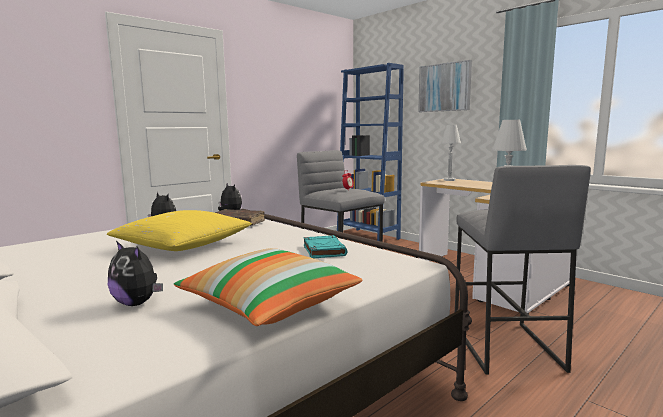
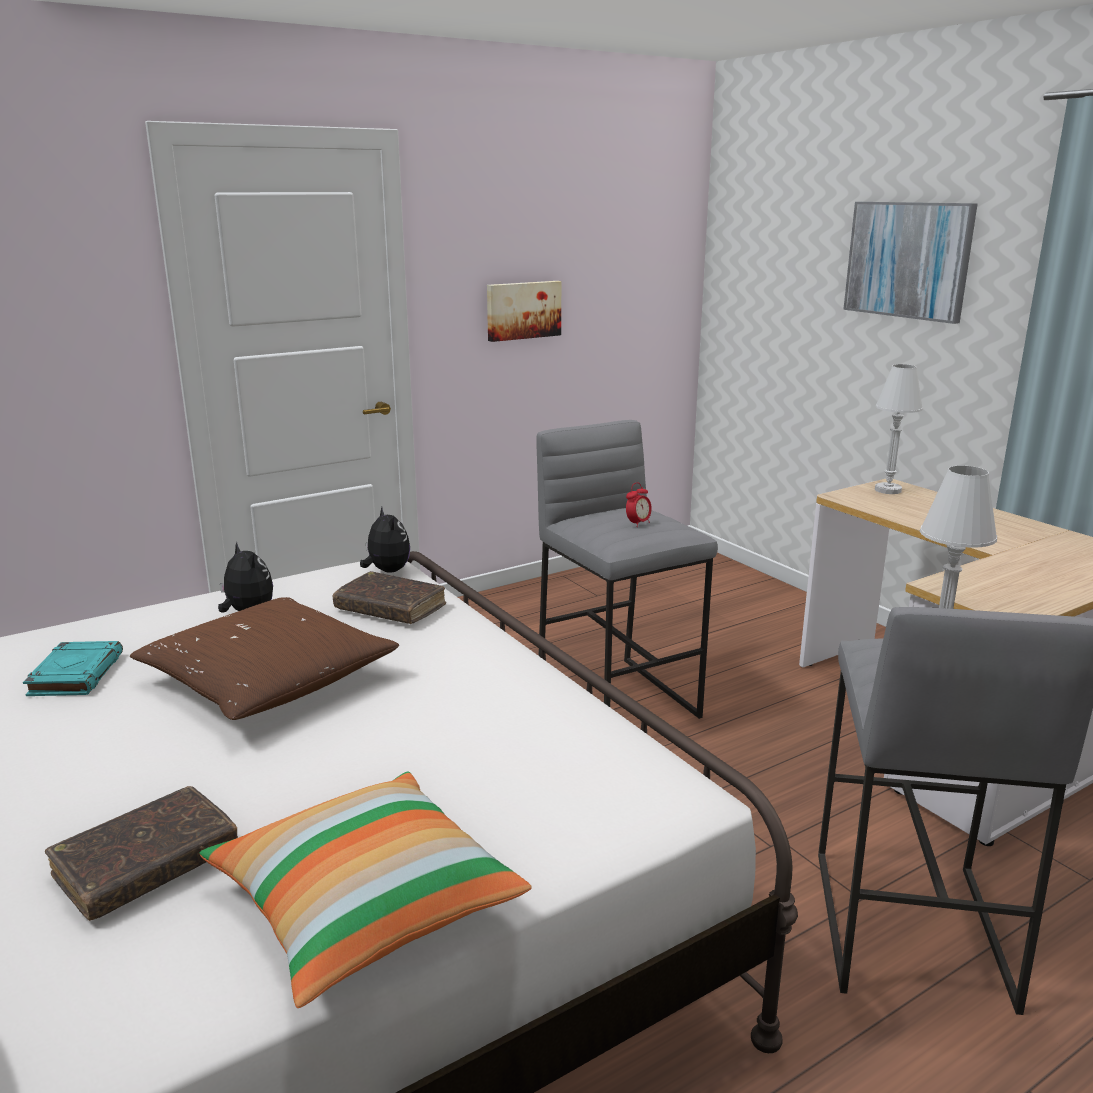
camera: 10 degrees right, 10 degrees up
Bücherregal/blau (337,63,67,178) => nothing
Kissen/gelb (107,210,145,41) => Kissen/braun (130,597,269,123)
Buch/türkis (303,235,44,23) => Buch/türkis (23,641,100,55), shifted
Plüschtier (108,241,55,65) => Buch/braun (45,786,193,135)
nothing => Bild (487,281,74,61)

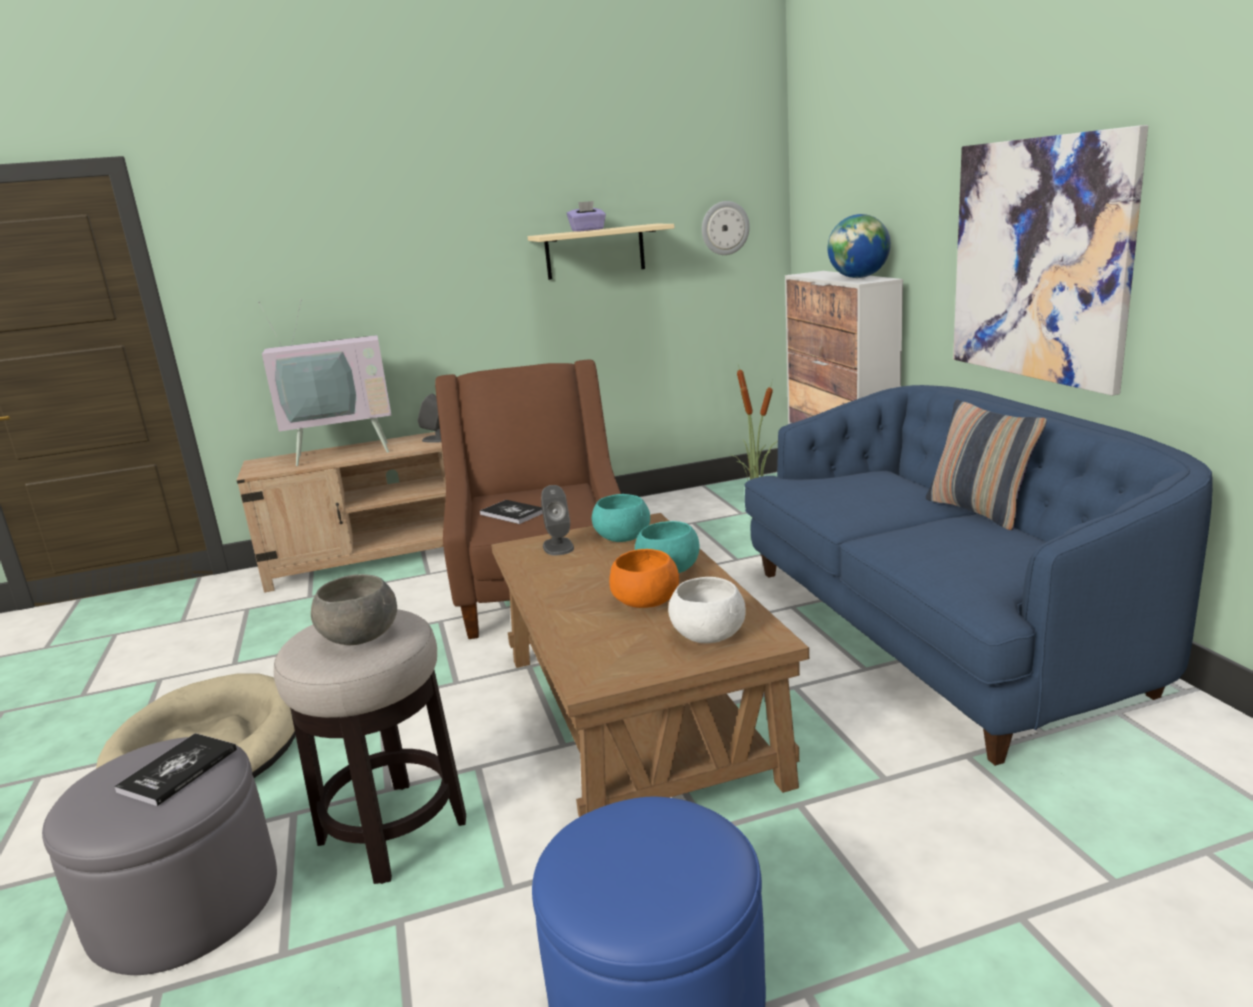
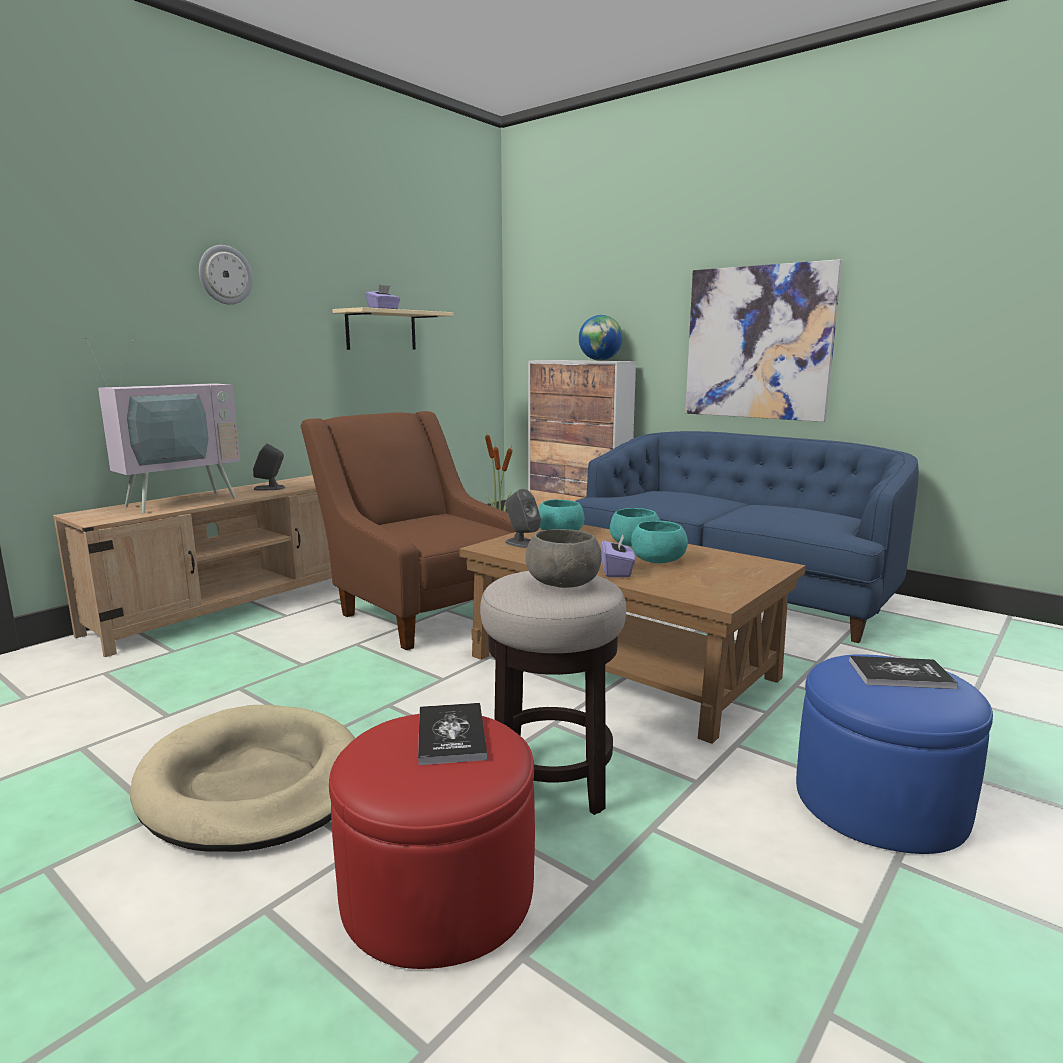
camera: 35 degrees left, 5 degrees down
Wanduhr (702,201,48,54) => Wanduhr (199,245,54,60), shifted
Kissen (926,399,121,131) => nothing
Buch (480,500,63,24) => Buch (849,656,109,33), shifted
Schüssel/orange (609,549,70,59) => Schüssel/türkis (631,521,57,42)
Schüssel/weiß (668,577,78,66) => nothing
Polsterhocker/grau (42,737,235,238) => Polsterhocker/rot (329,714,206,255)
nothing => Taschentuchbox/lila (601,534,34,43)

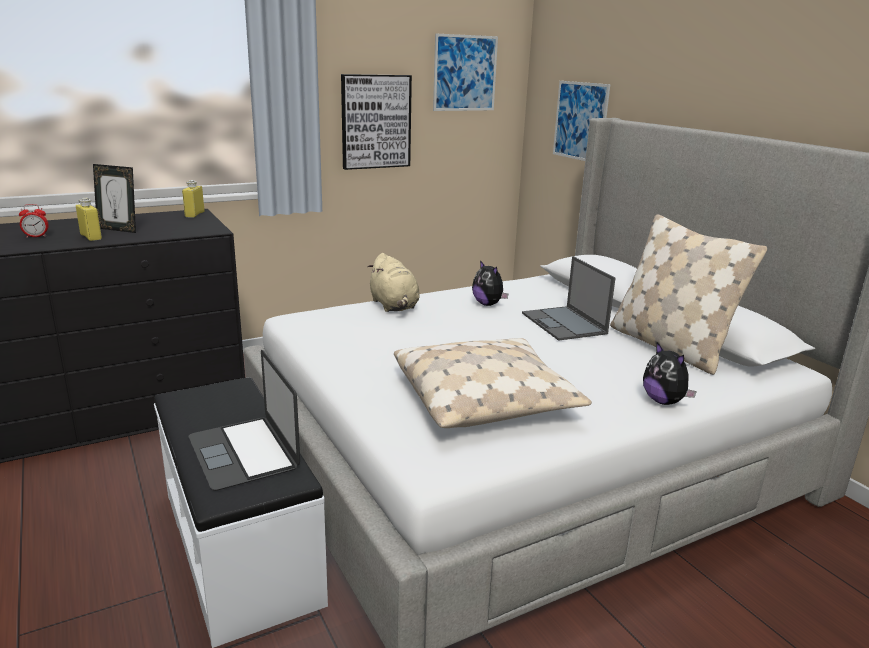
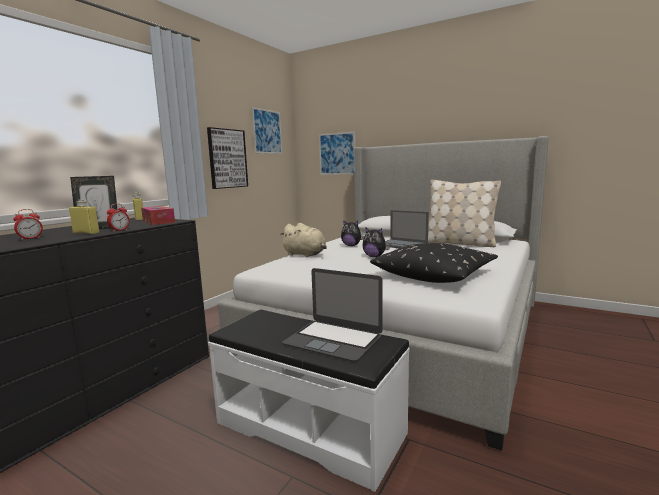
camera: 30 degrees left, 10 degrees down
Kissen/beige (394,338,198,90) => Kissen/schwarz (370,243,128,40)
Plüschtier (643,342,54,63) => Plüschtier (362,228,28,29), shifted
nothing => Wecker (107,204,23,28)
nothing => Taschentuchbox (141,206,34,19)

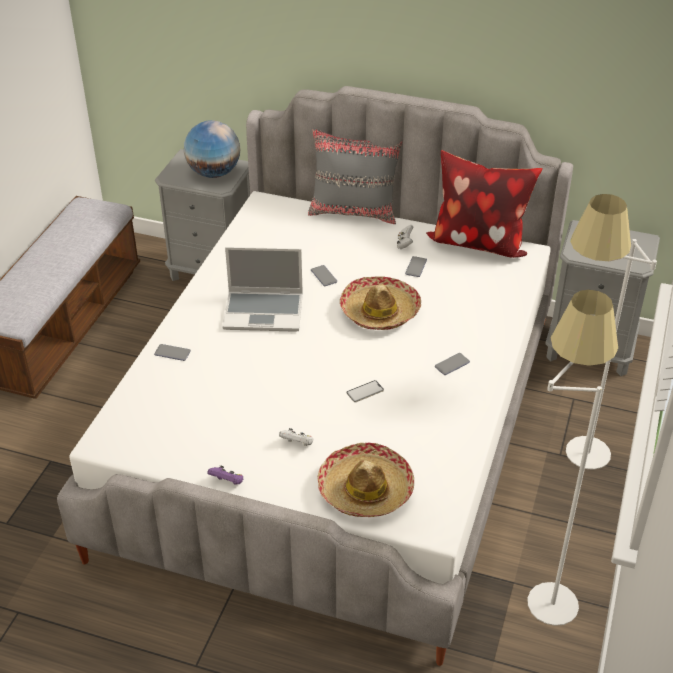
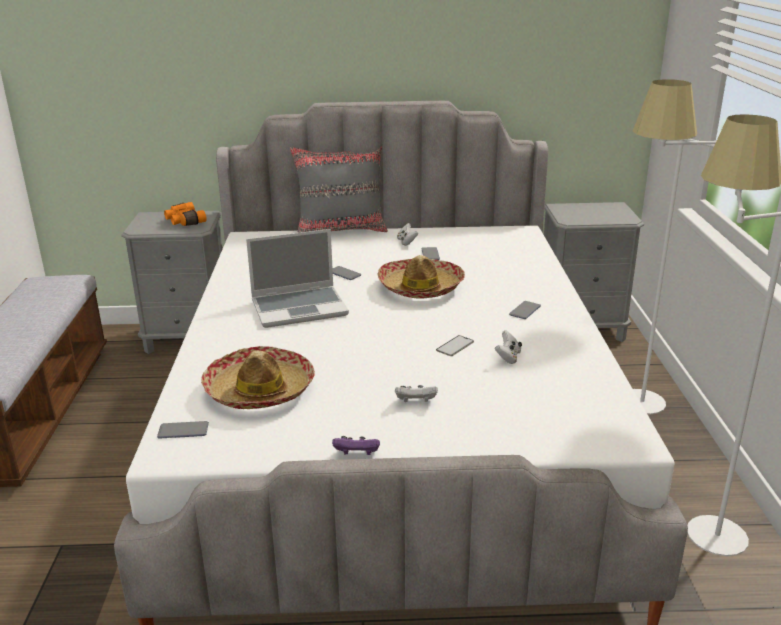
camera: 20 degrees left, 15 degrees down
Globus (184,120,56,58) => Fernglas/orange (164,202,43,24)
Kissen (426,150,117,108) => nothing
Handy (154,344,37,17) => Handy (157,421,52,18), shifted
Hut (317,442,97,75) => Hut (201,346,114,63), shifted
nothing => Gamepad/weiß (495,330,27,34)

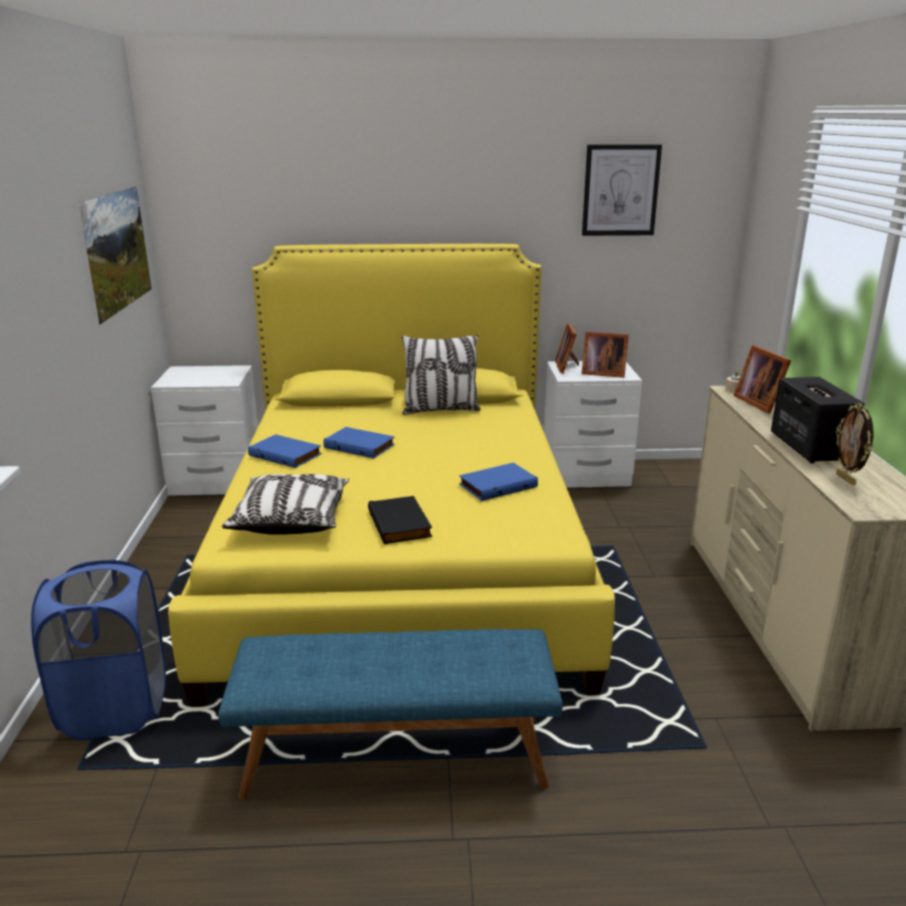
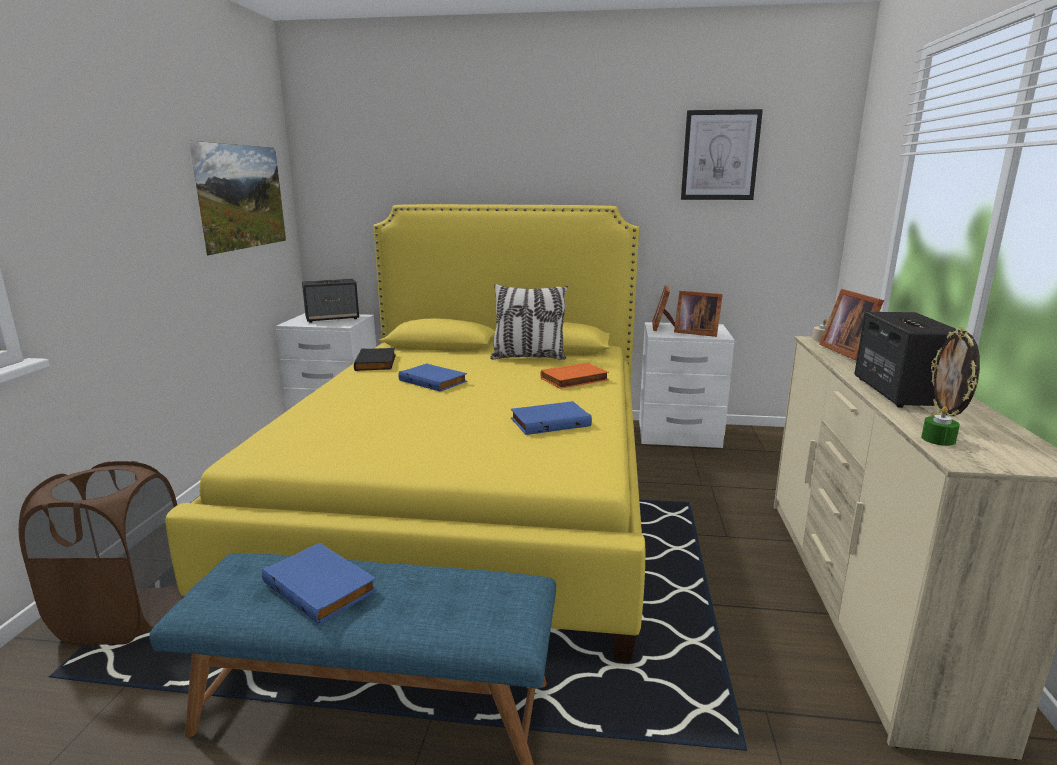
camera: 10 degrees right, 5 degrees down
Buch/blau (248,434,74,34) => Buch/blau (262,543,115,82), shifted
Kissen (222,474,127,61) => nothing
Buch/schwarz (368,496,64,48) => Buch/schwarz (354,348,42,23), shifted
Wäschekorb/blau (31,559,135,181) => Wäschekorb/braun (19,461,165,185)
nothing => Lautsprecher (302,279,57,44)
nothing => Buch/orange (541,362,68,27)
nothing => Kerze/grün (921,406,39,40)

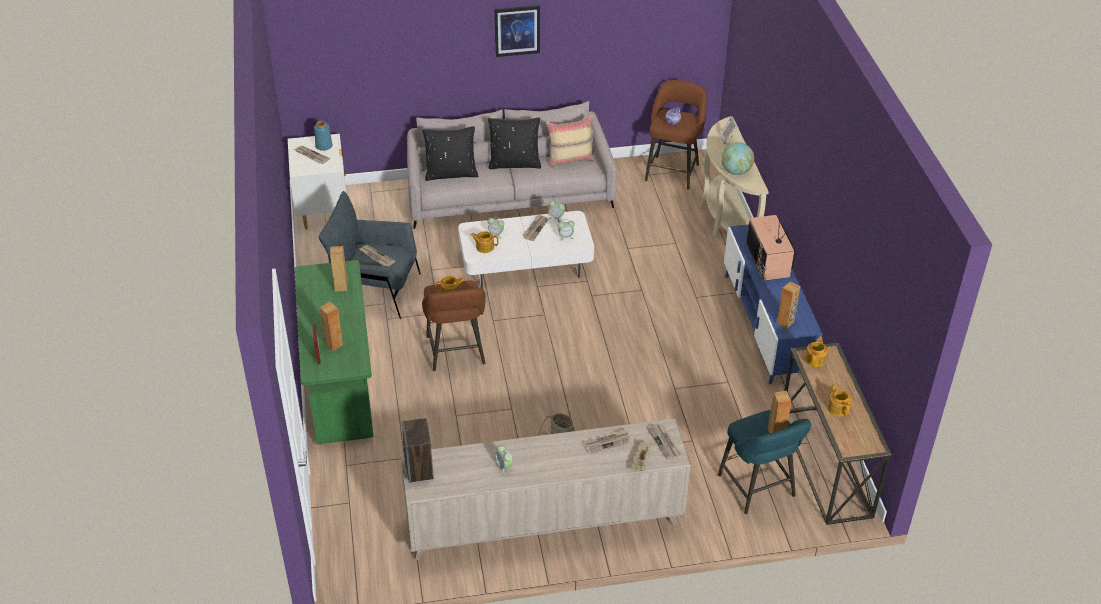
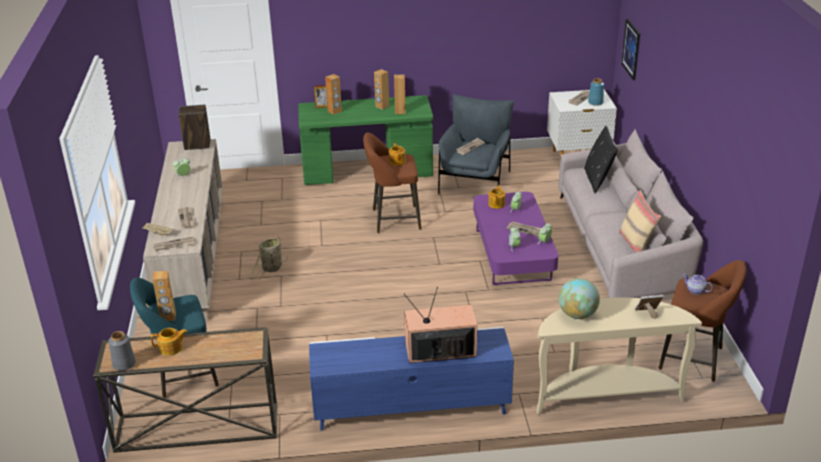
camera: 95 degrees right, 10 degrees down
Bild (494,5,46,52) => Bild (621,18,19,62), shifted
Kissen/schwarz (488,118,53,51) => nothing
Couchtisch/weiß (458,211,136,77) => Couchtisch/lila (473,192,85,93)
Lautsprecher/braun (777,282,23,47) => Lautsprecher/braun (374,69,16,41), shifted
Teekanne (805,337,23,30) => nothing
nothing => Vase/grau (109,331,27,40)

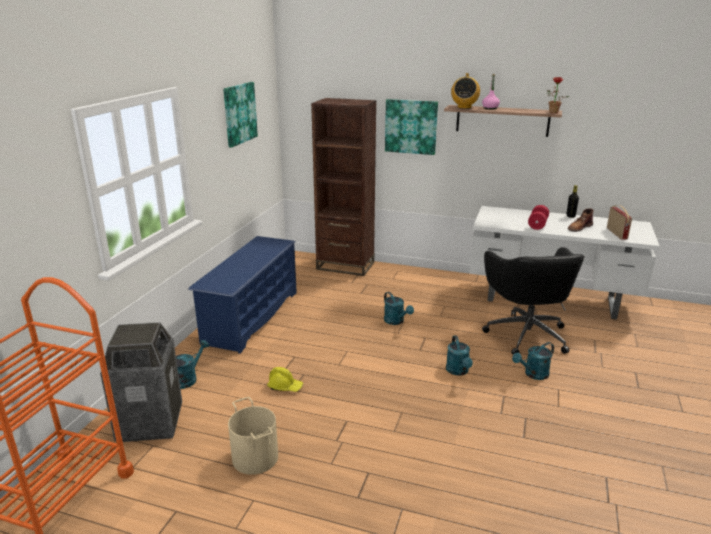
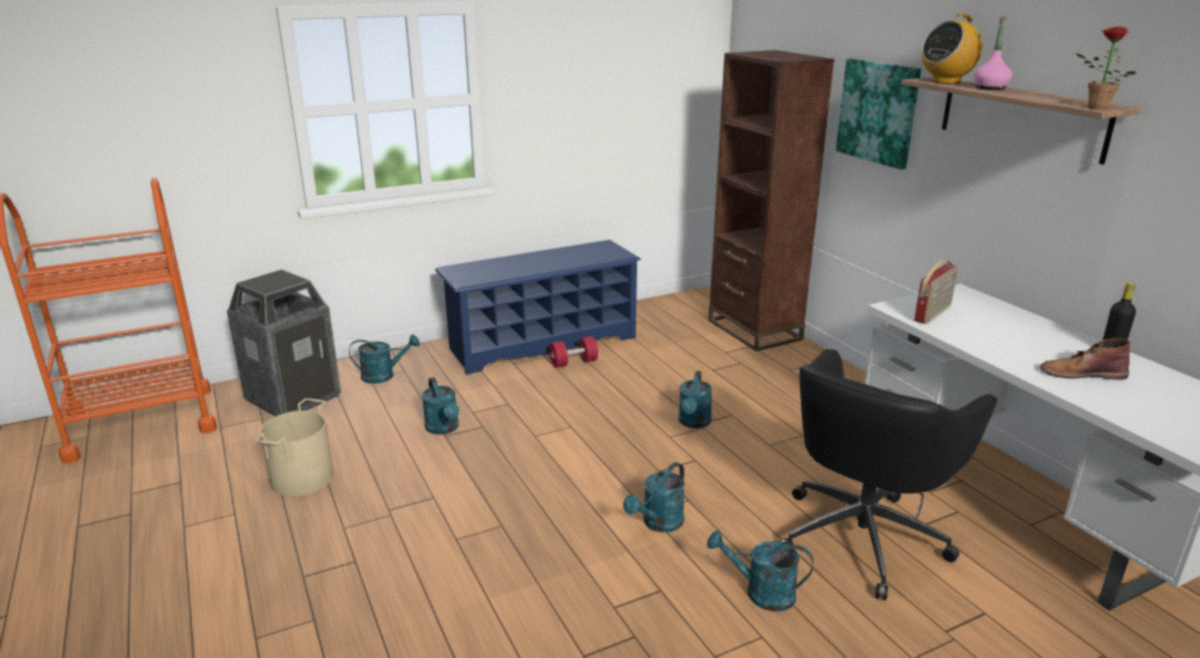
camera: 45 degrees right, 0 degrees up
Bild (223,82,35,66) => nothing
Hantel/rot (528,205,21,25) => Hantel/rot (549,336,49,32), shifted
Radio (607,205,25,35) => Radio (914,260,44,64), shifted
Schutzhelm/gelb (267,367,36,25) => Gießkanne/türkis (422,377,37,58)

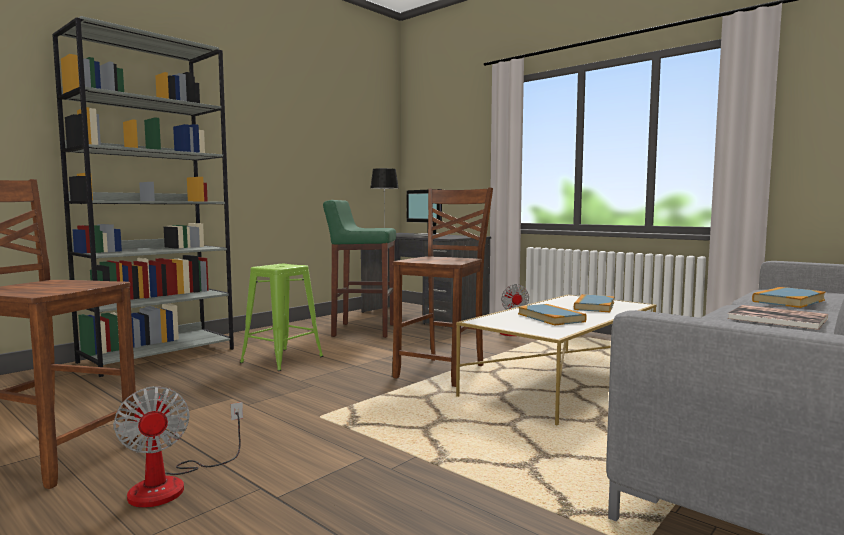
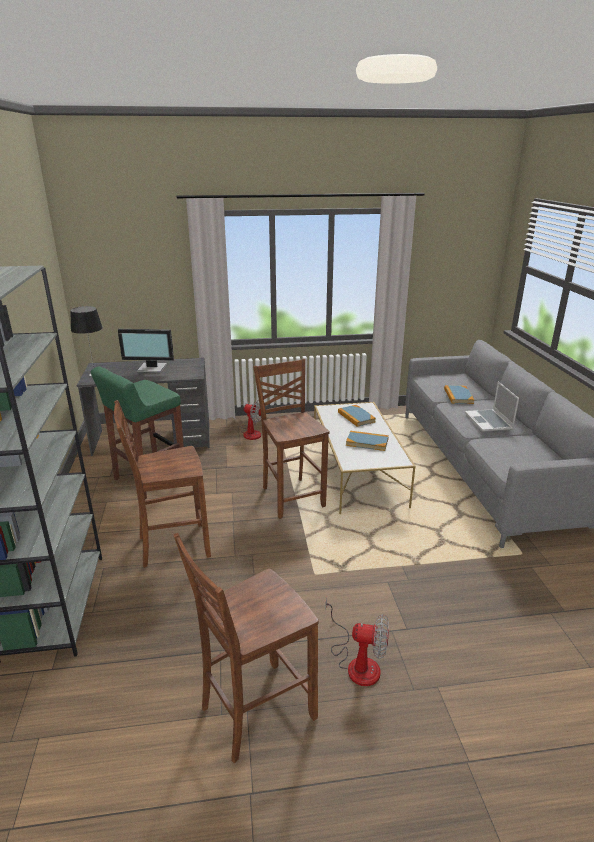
camera: 50 degrees left, 20 degrees up
Hocker/grün (240,264,83,107) => Stuhl/braun (114,400,97,168)
Buch (727,305,101,25) => Laptop (465,382,54,50)

